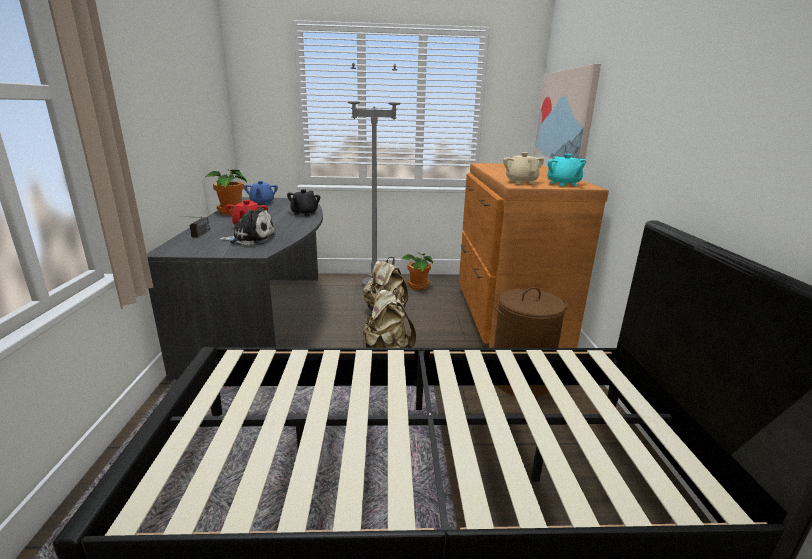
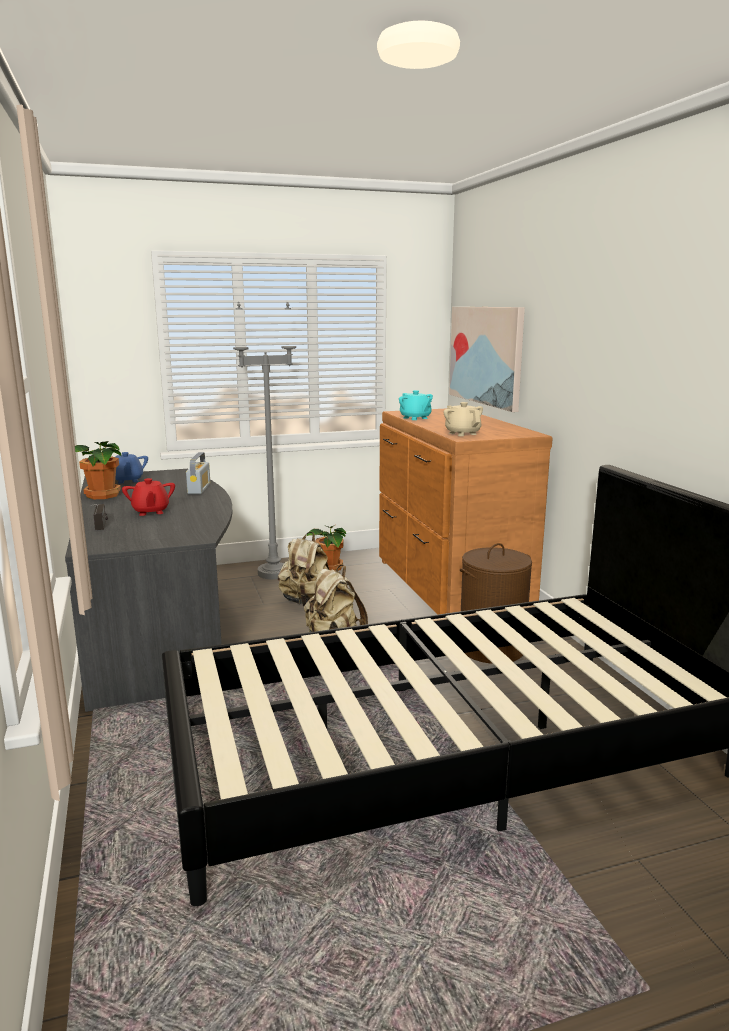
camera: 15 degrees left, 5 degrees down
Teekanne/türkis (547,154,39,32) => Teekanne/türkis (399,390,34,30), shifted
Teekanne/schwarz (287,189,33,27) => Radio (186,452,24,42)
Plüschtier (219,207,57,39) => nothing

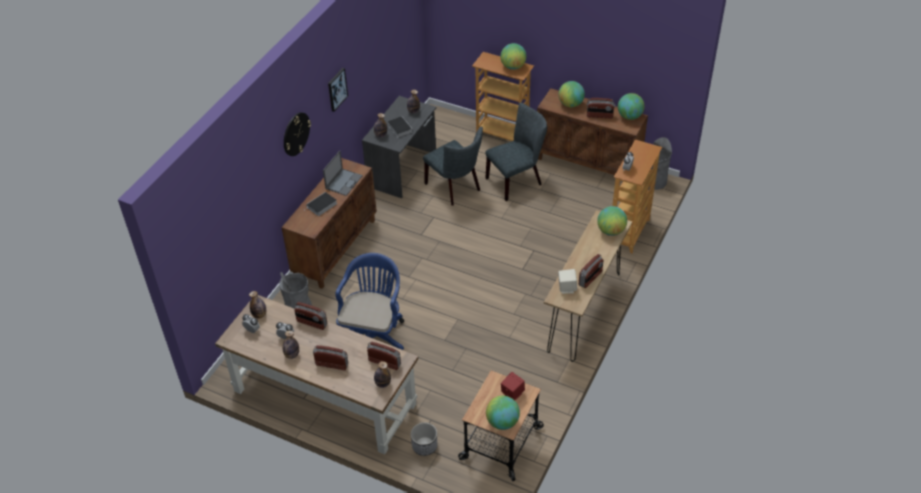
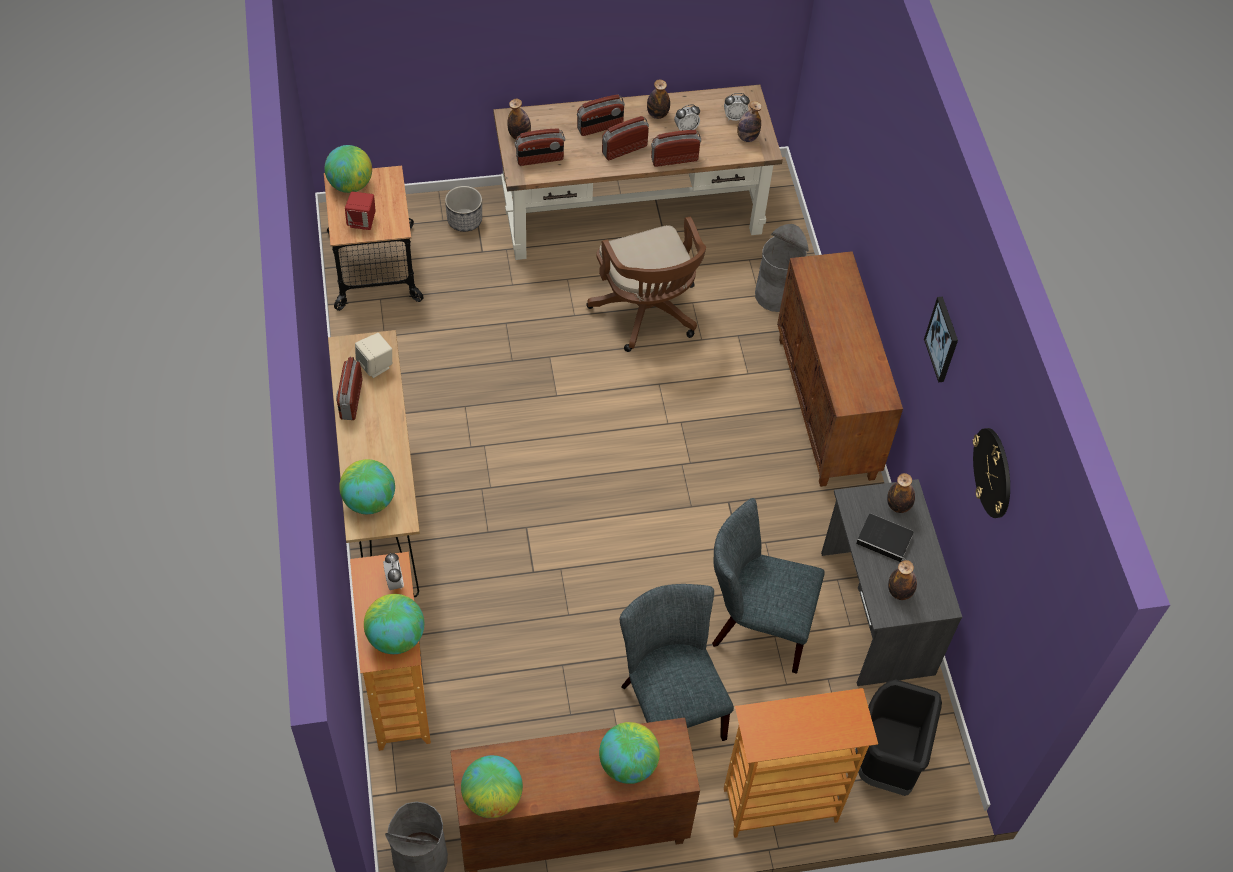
camera: 140 degrees right, 10 degrees up
Globus (500,43,26,27) => Globus (364,594,60,60), shifted
Radio (587,98,28,21) => Radio (602,116,47,44), shifted
Stuhl/grau (485,103,62,98) => Stuhl/grau (620,584,114,157), 135 degrees clockwise
Wanduhr (284,112,27,44) => Wanduhr (973,428,37,90), shifted
Laptop (323,151,40,45) => nothing
Buch (304,192,33,24) => nothing
Bürostuhl/blau (335,253,69,97) => Bürostuhl/braun (586,217,120,135)
nothing => Mülleimer/schwarz (856,680,86,116)

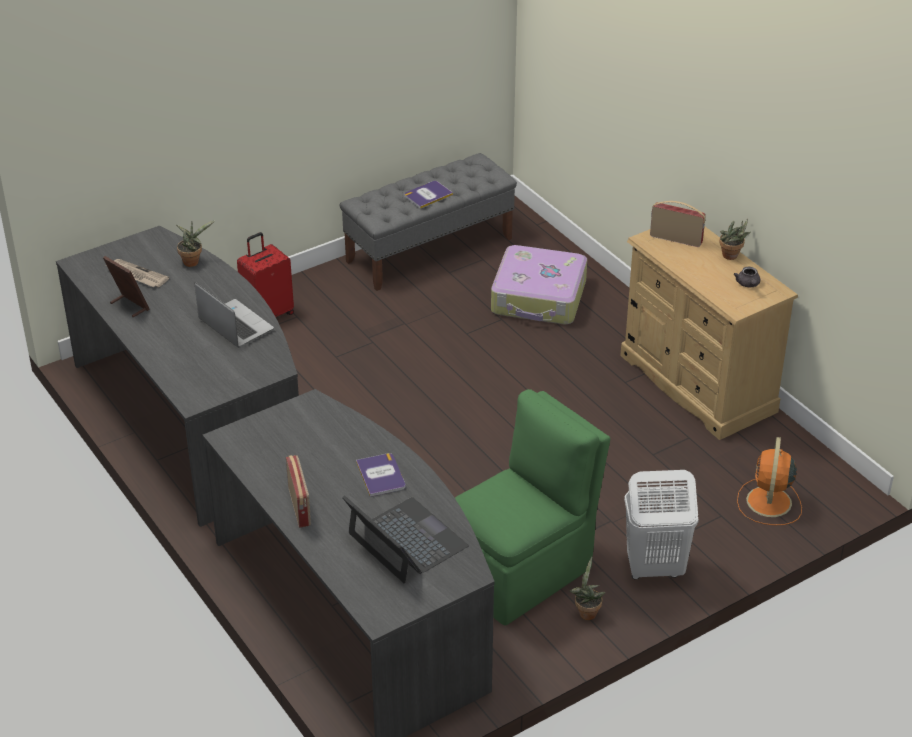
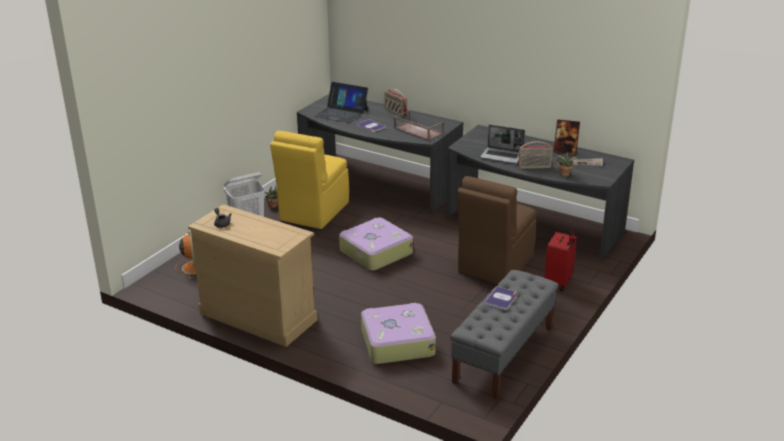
camera: 155 degrees right, 10 degrees down
Radio (650,201,56,46) => Radio (518,141,35,28), shifted
Topfpflanze (719,219,31,41) => nothing
Stuhl/grün (455,389,155,236) => Stuhl/gelb (270,131,79,98)
nothing => Tablett/braun (394,110,50,31)
nothing => Stuhl/braun (457,176,79,108)
nothing => Koffer (339,218,74,53)

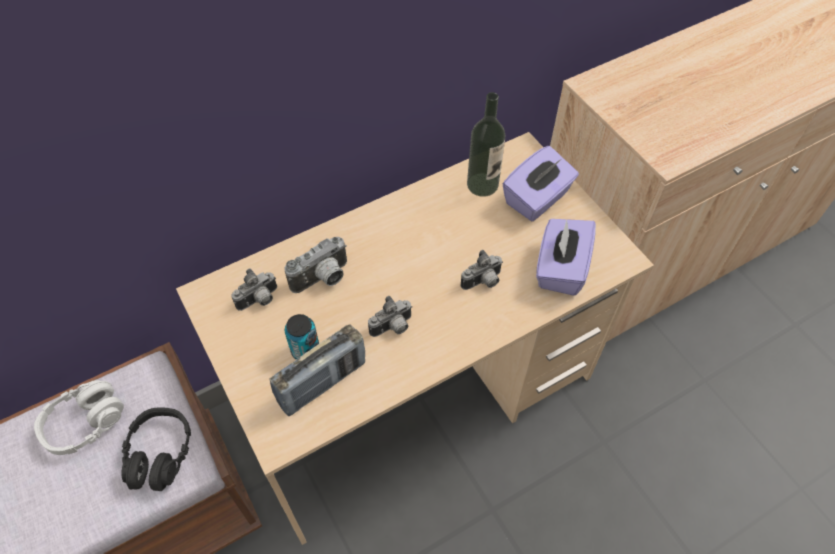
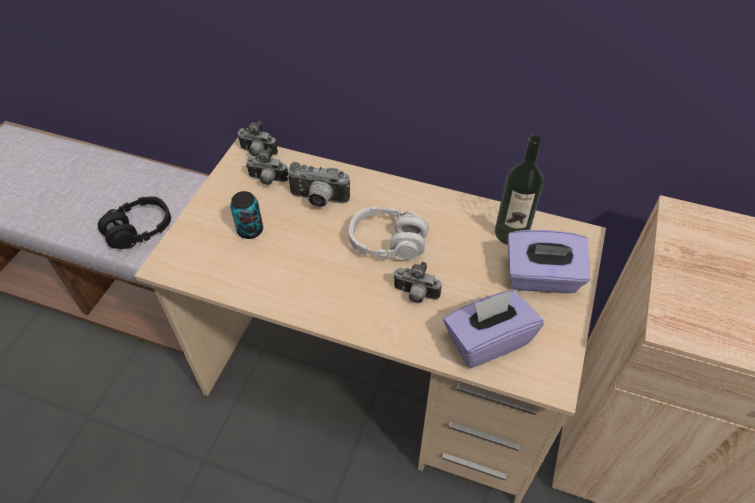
camera: 50 degrees right, 5 degrees down
Kamera (368,296,44,41) => Kamera (237,121,41,36), shifted
Radio (269,324,96,92) => nothing
Kopfhörer/grau (34,380,90,75) => Kopfhörer/grau (349,206,80,54), shifted

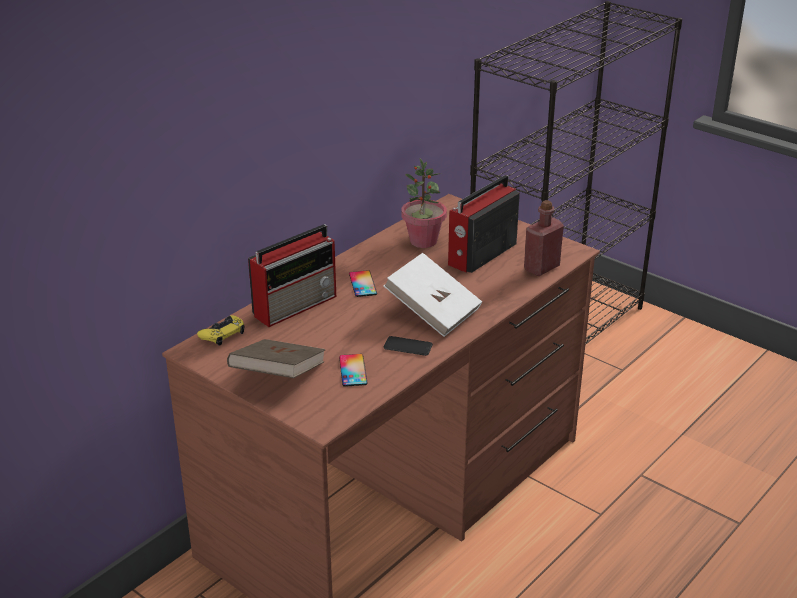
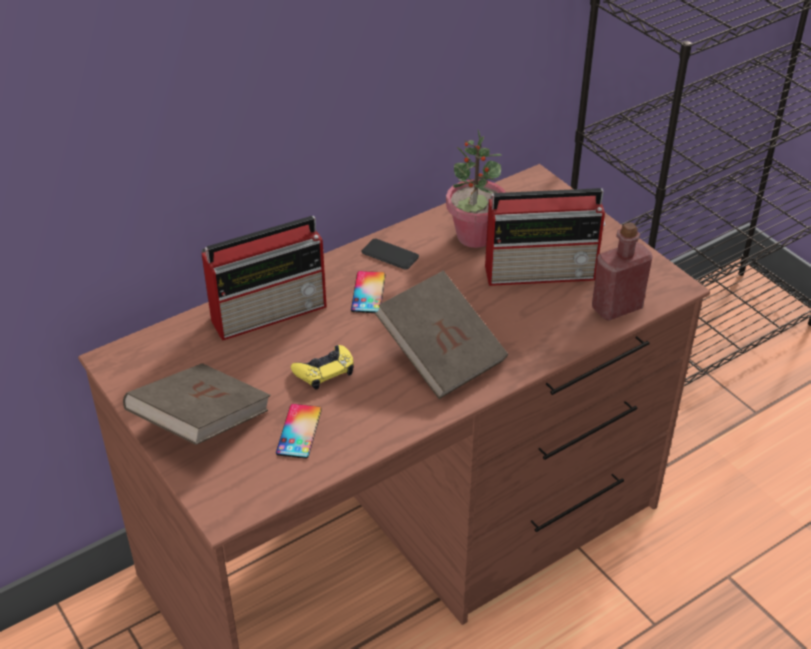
camera: 15 degrees right, 10 degrees up
Radio (448,175,72,98) => Radio (485,188,121,98), 150 degrees counterclockwise
Buch/weiß (384,253,98,84) => Buch/braun (375,271,133,128)
Gamepad/gelb (197,315,48,31) => Gamepad/gelb (291,345,63,44), shifted
Handy (384,336,49,20) => Handy (361,239,58,31), shifted

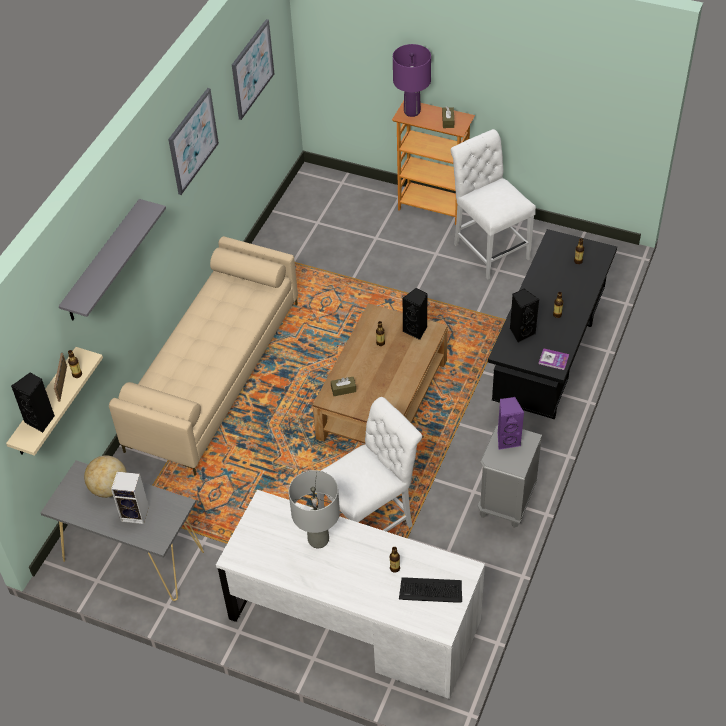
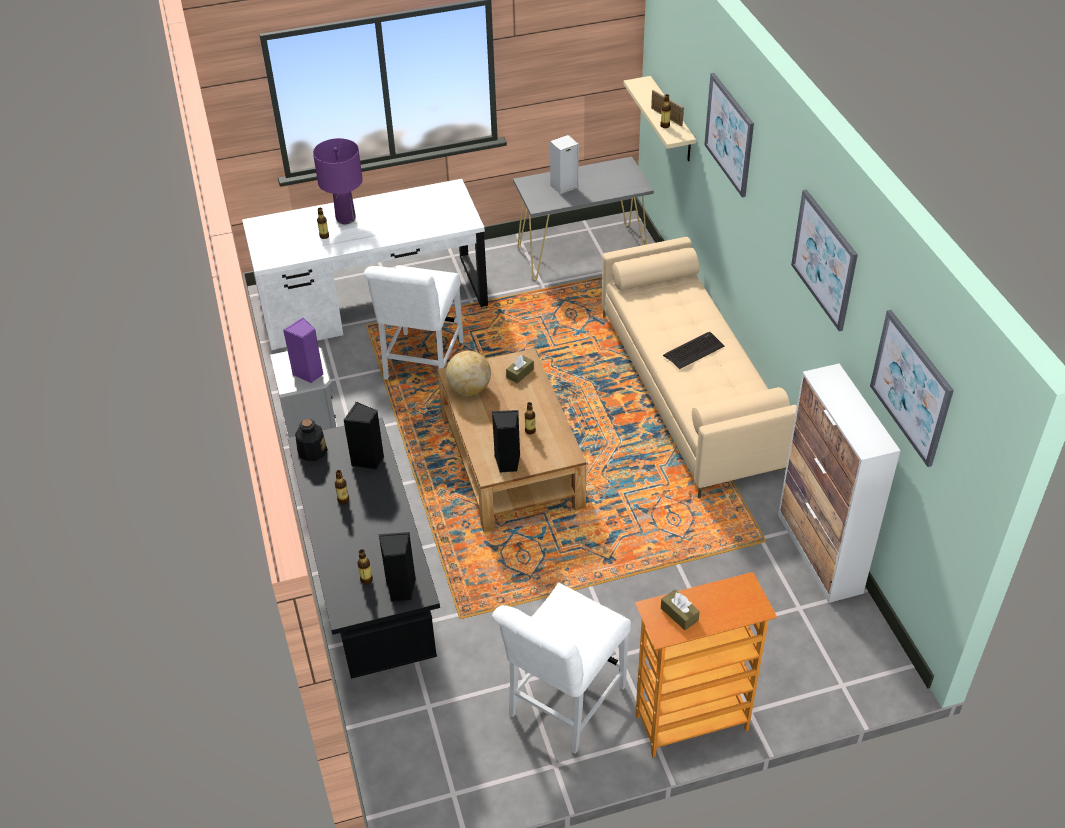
camera: 140 degrees right, 5 degrees down
Tischlampe/lila (393,44,38,73) => Tischlampe/lila (313,138,50,86), shifted
Stuhl/weiß (451,129,85,151) => Stuhl/weiß (492,583,139,171), 105 degrees clockwise
Wandregal/grau (59,199,107,122) => Bild (704,73,50,124)
Buch (539,348,30,22) => Flasche (295,419,33,42)
Lautsprecher/schwarz (11,373,44,60) => Lautsprecher/schwarz (378,532,38,70), shifted
Globus (84,455,43,43) => Globus (446,351,45,45), shifted
Tischlampe/grau (289,470,51,78) => nothing
Tastatur (399,577,63,26) => Tastatur (663,332,61,37), shifted
nothing => Schrank (778,364,123,239)

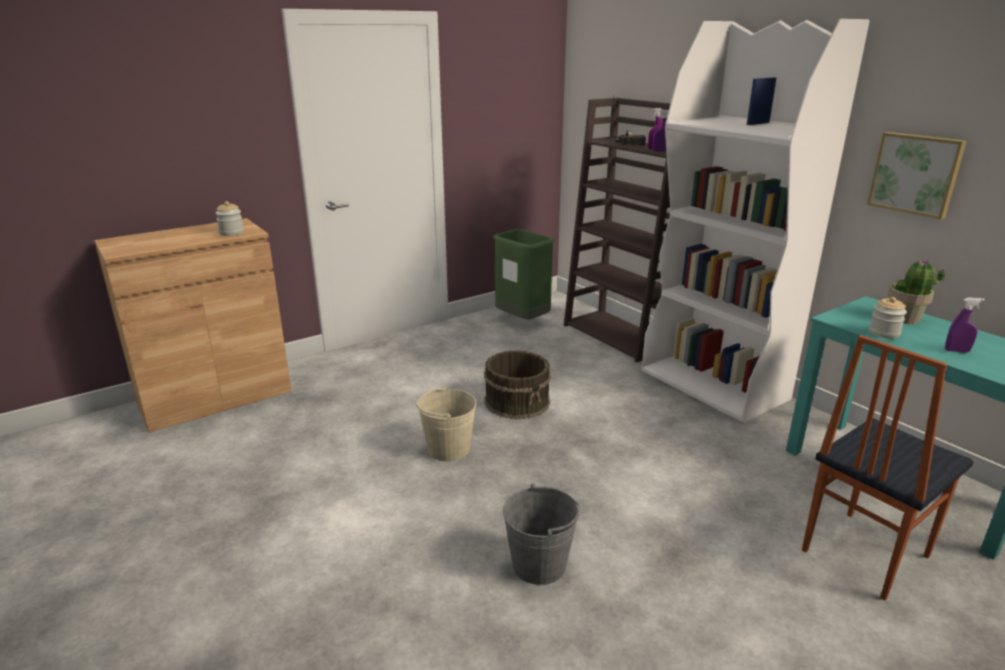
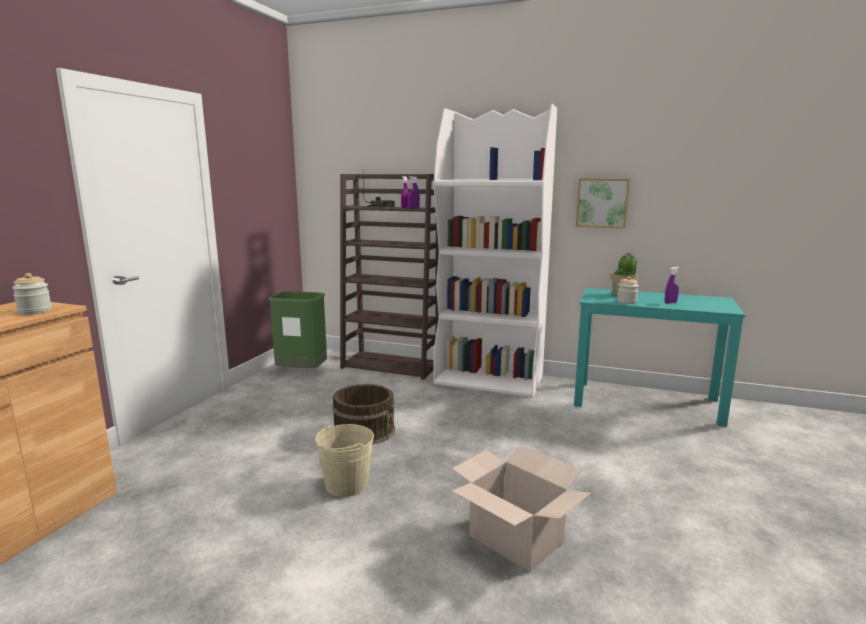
camera: 35 degrees left, 10 degrees down
Stuhl (802,335,172,266) => nothing
Eimer/grau (503,484,76,101) => Karton (452,445,139,127)

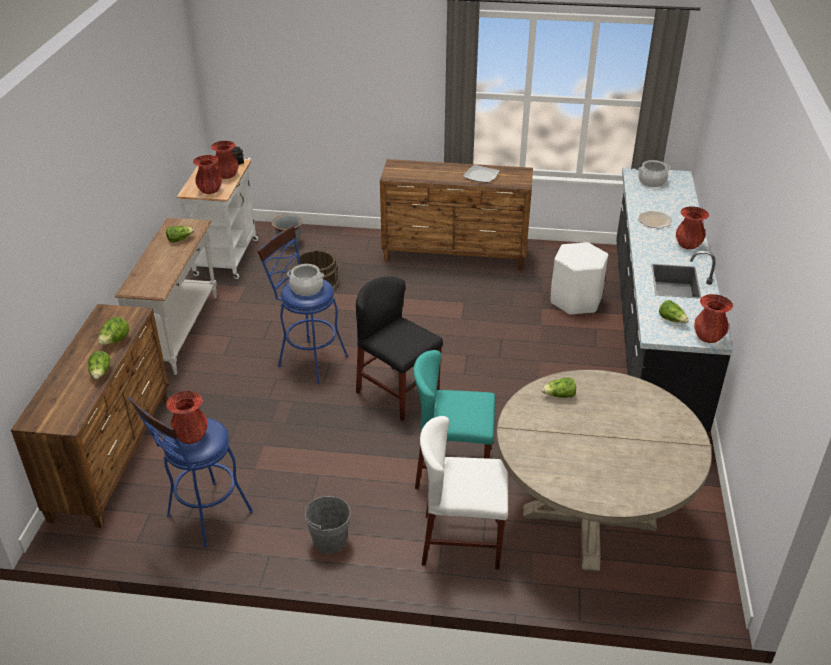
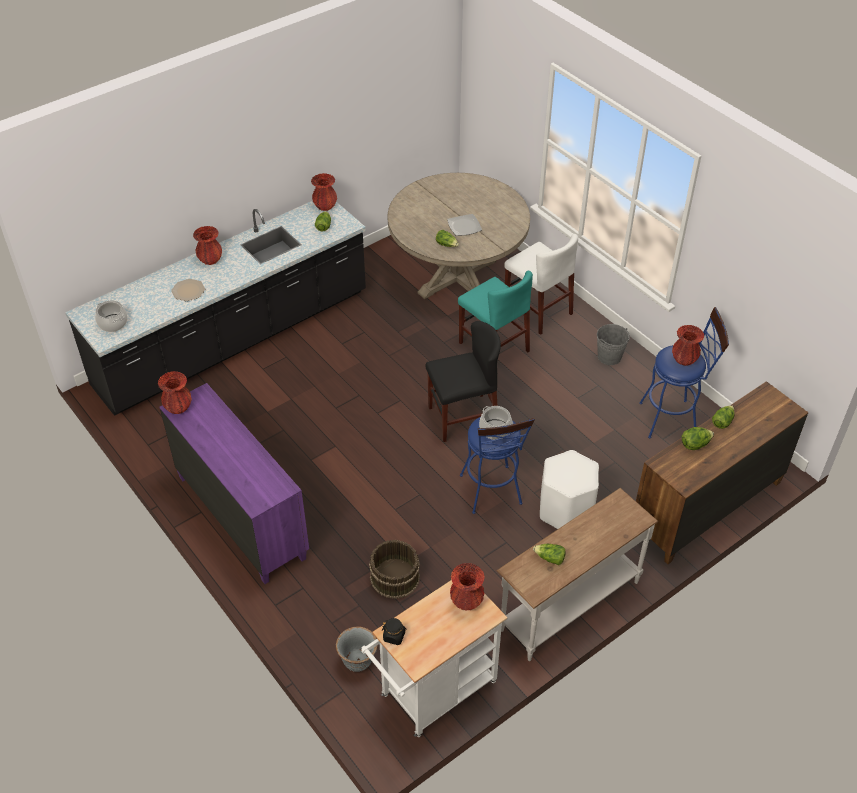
camera: 135 degrees left, 10 degrees up
Vase/rot (211,141,27,38) => Vase/rot (158,371,34,43), shifted
Kommode/braun (380,159,153,111) => Kommode/lila (159,383,150,201)
Teller (463,165,37,18) => Teller (447,214,35,22), shifted
Hocker/weiß (551,242,57,73) => Hocker/weiß (540,450,59,79), shifted
Stuhl/schwarz (356,276,87,145) => Stuhl/schwarz (426,321,75,121), 105 degrees counterclockwise

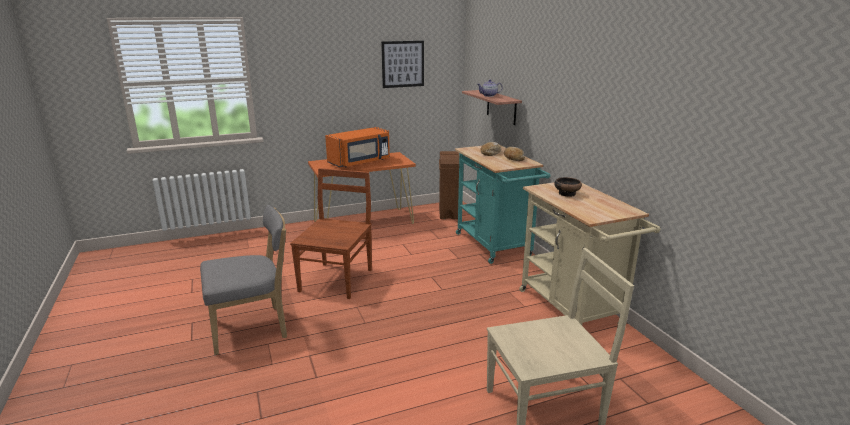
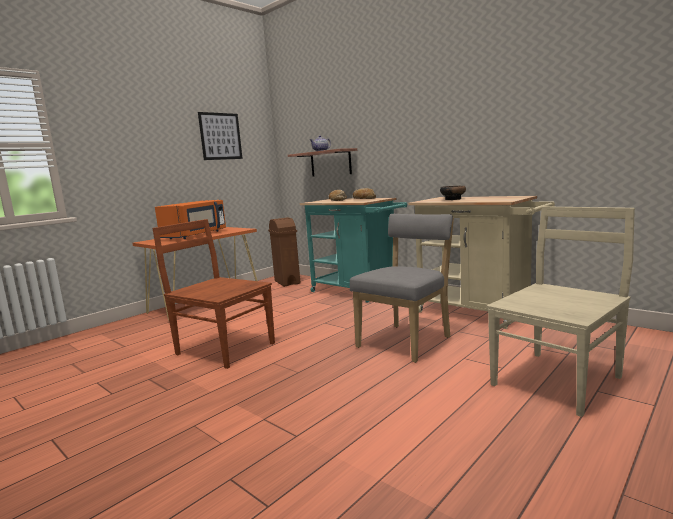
camera: 25 degrees left, 10 degrees down
Stuhl/braun (290,168,82,131) => Stuhl/braun (152,219,123,150), 45 degrees counterclockwise
Stuhl/grau (200,205,87,150) => Stuhl/grau (350,214,104,149), shifted

